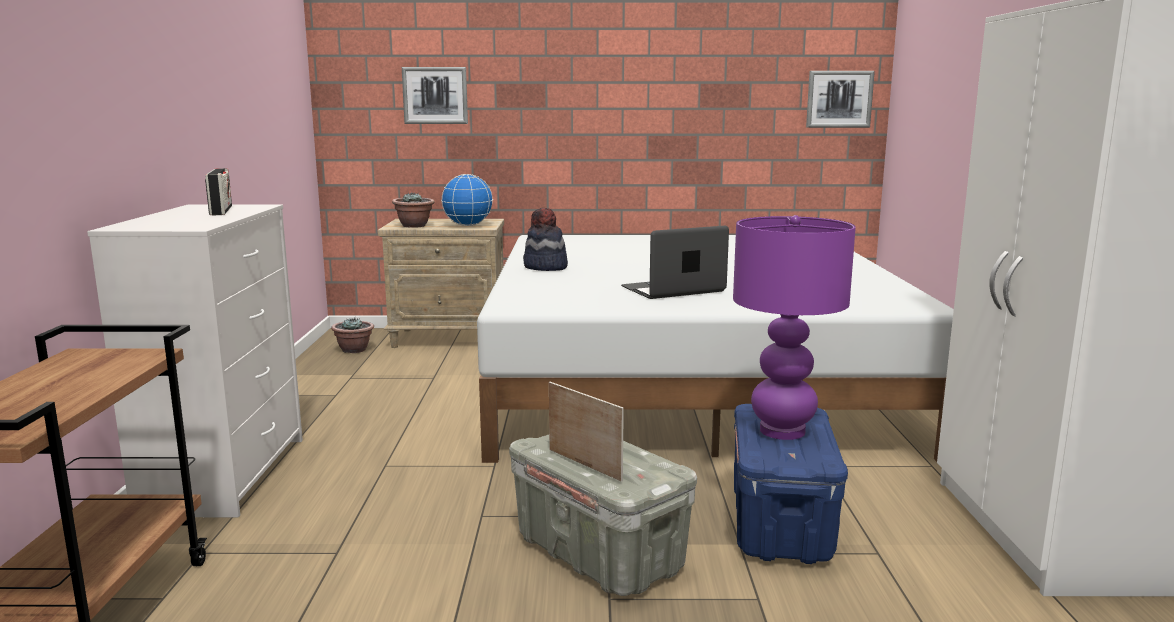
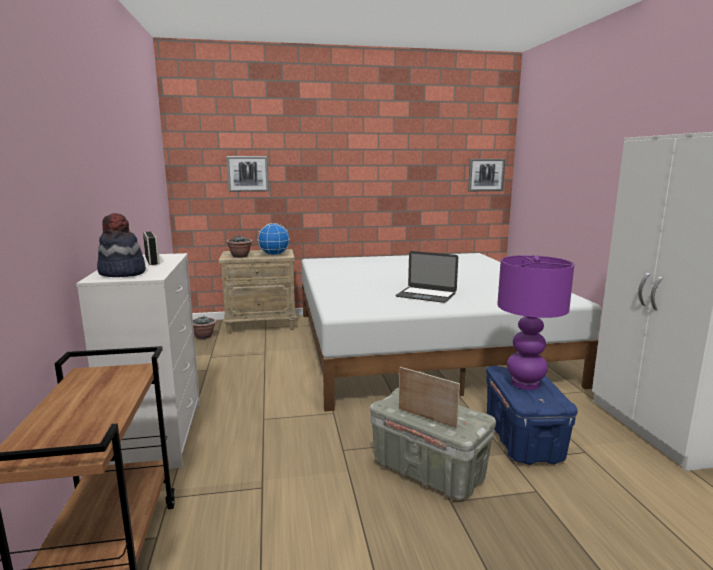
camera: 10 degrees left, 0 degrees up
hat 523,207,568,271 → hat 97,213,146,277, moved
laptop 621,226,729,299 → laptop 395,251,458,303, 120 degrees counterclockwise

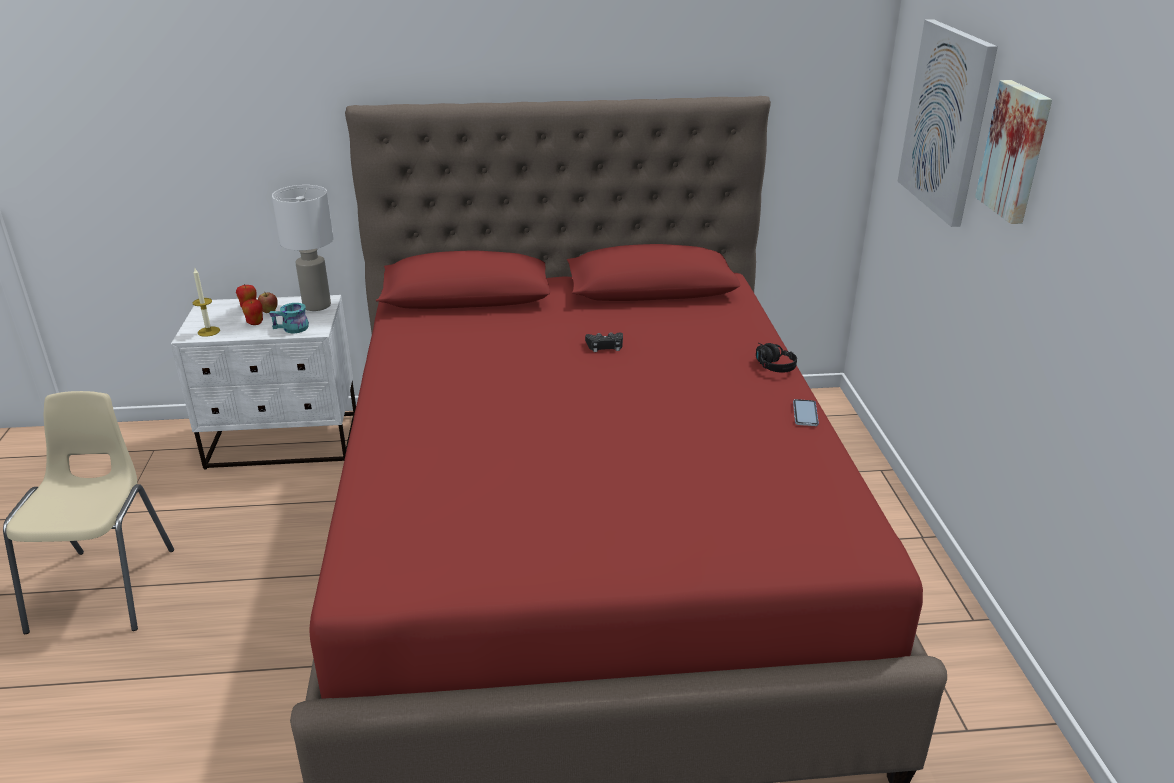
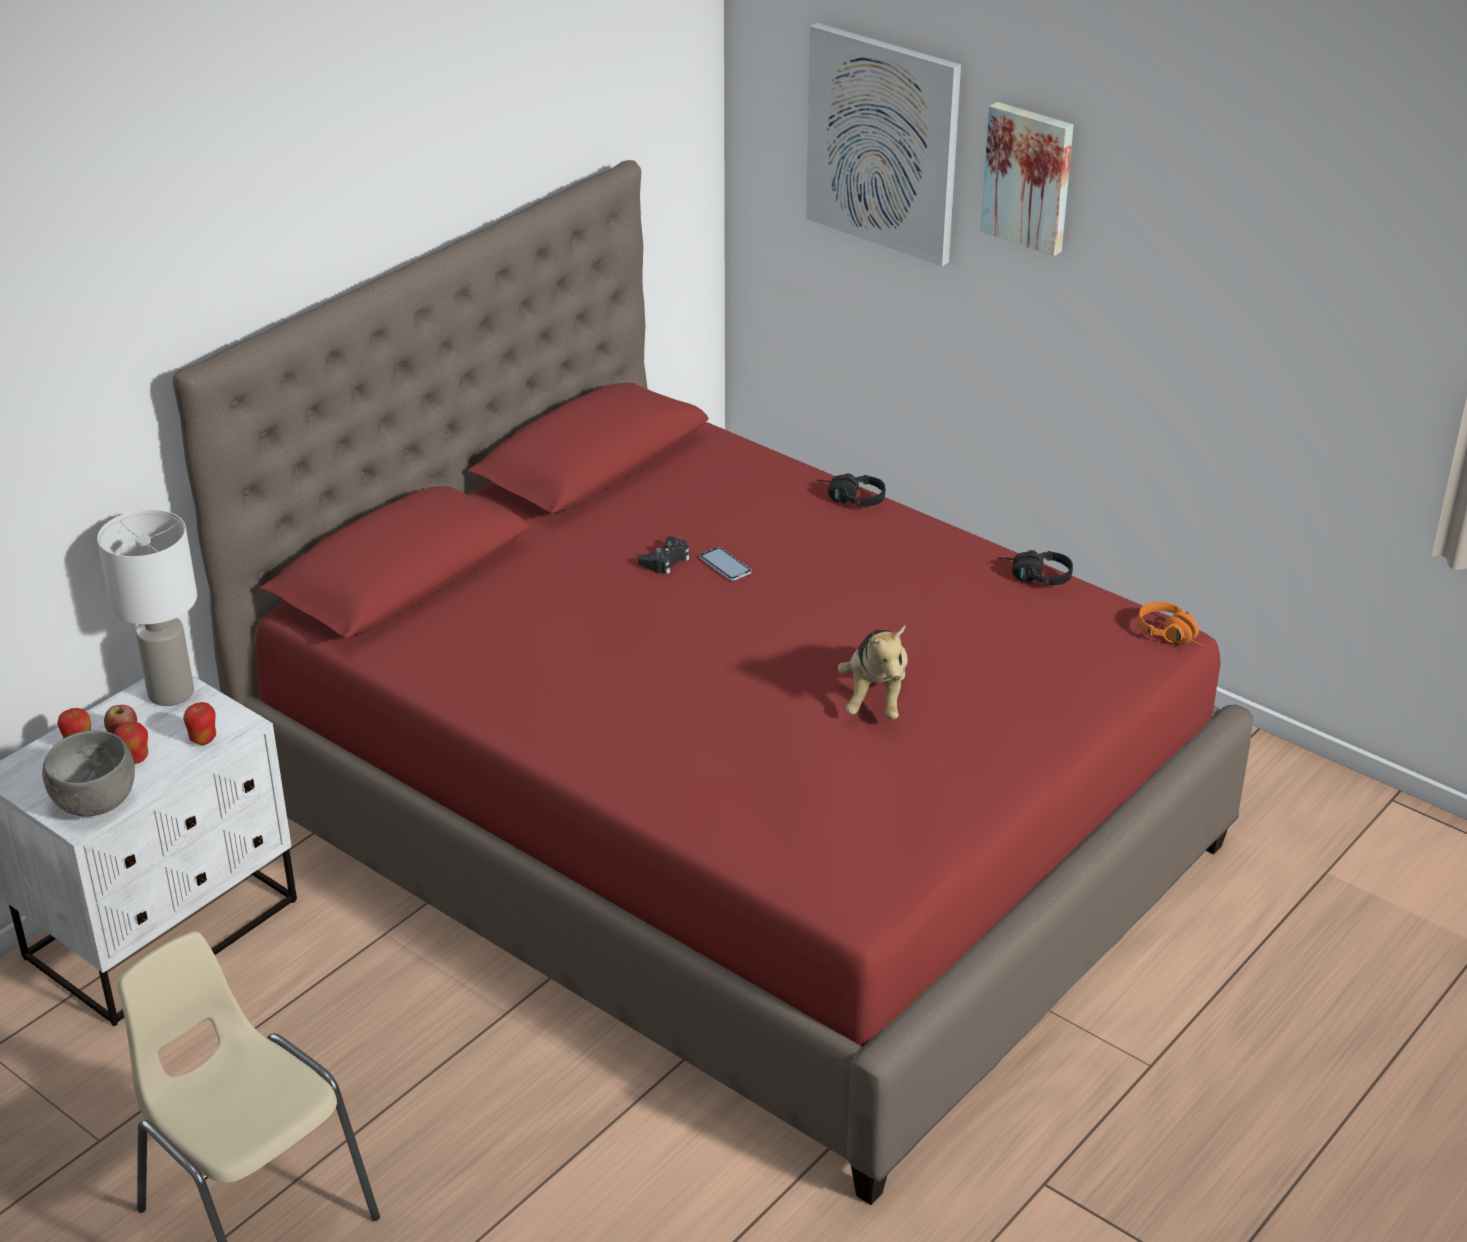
camera: 45 degrees left, 5 degrees up
candle 193,268,220,337 → bowl in grey 42,730,135,816
mug in turquoise 269,303,309,333 → apple 183,702,216,745
phone 793,399,819,426 → phone 699,547,751,581, moved
- → plush toy 838,626,908,720
- → headphones in black 998,550,1073,585
- → headphones in orange 1138,601,1203,646

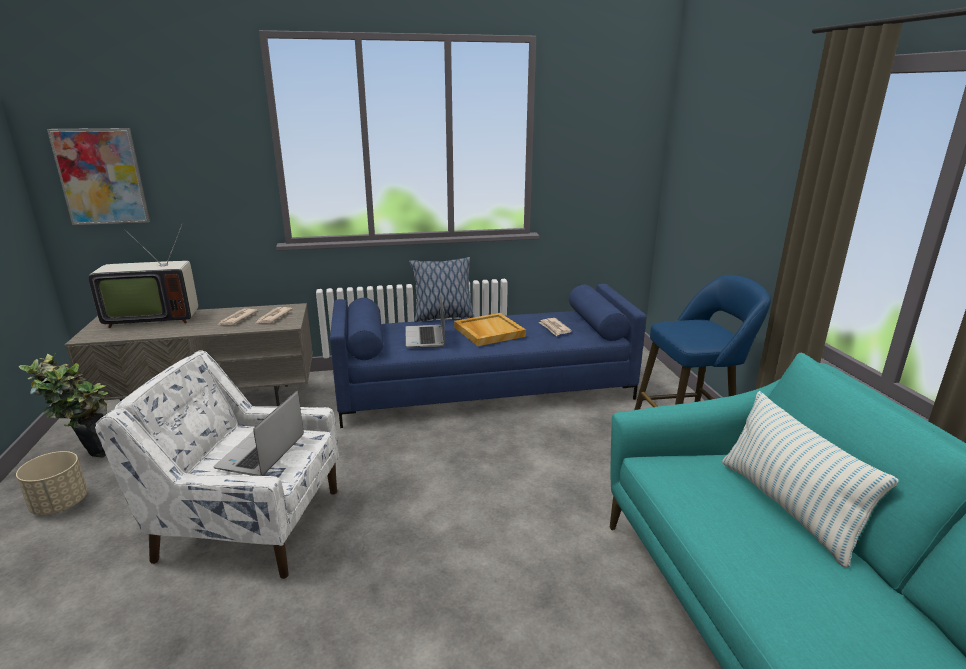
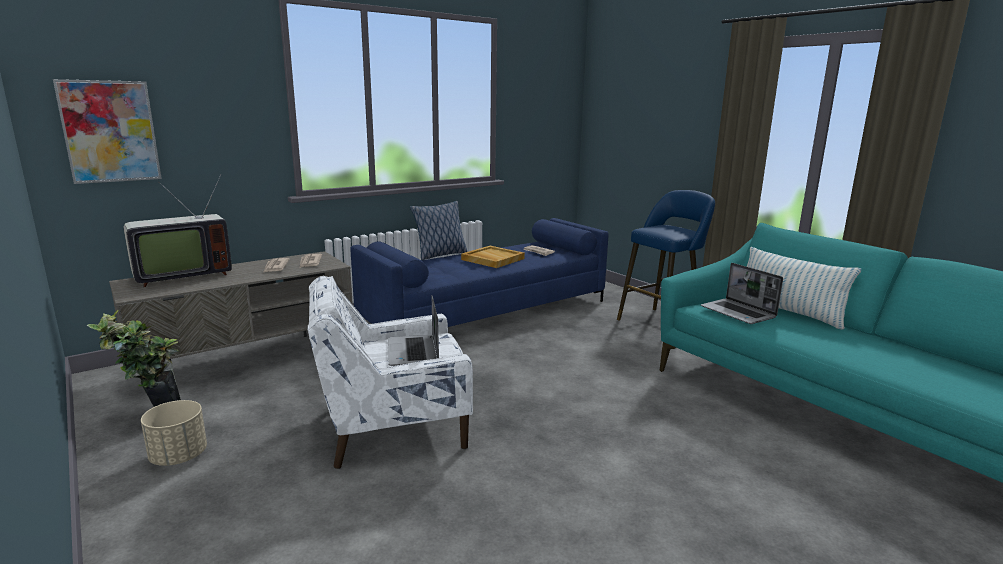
camera: 25 degrees left, 5 degrees down
laptop 406,293,445,348 → laptop 701,263,783,324, moved

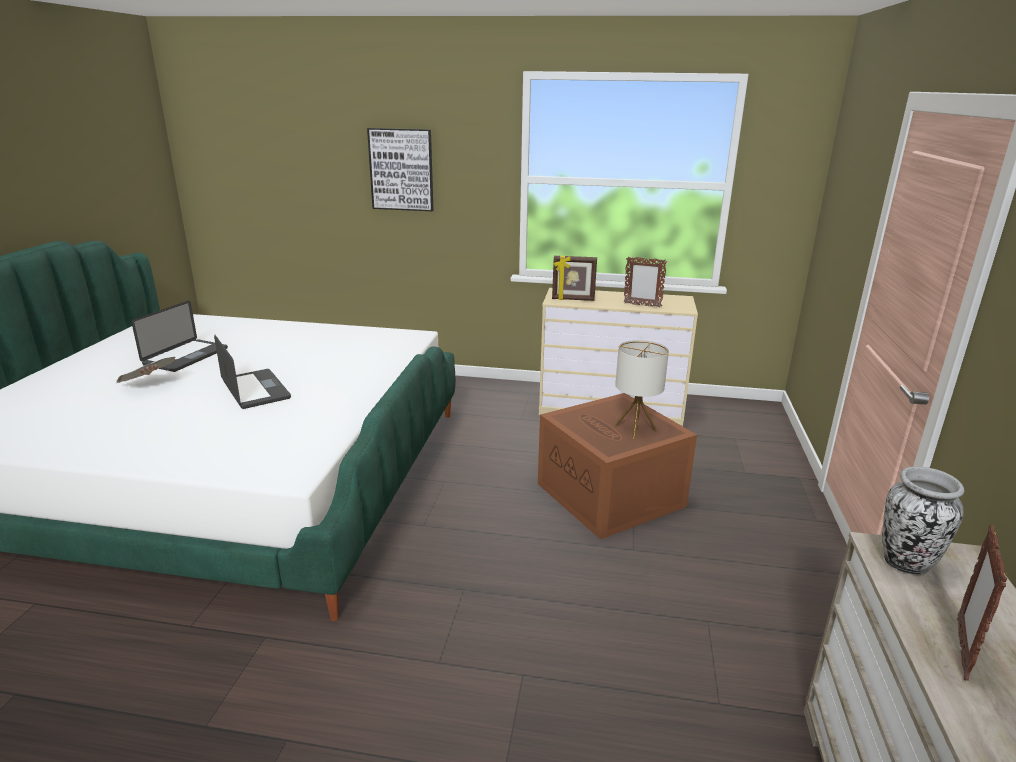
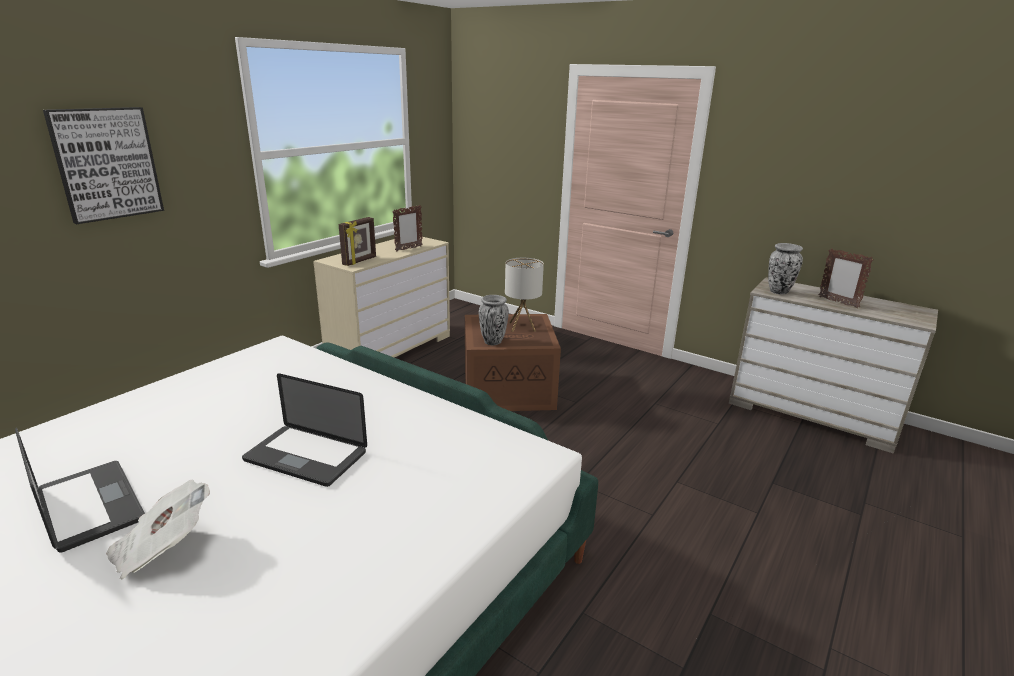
camera: 65 degrees left, 0 degrees up
laptop 214,335,291,409 → laptop 242,373,367,487, 150 degrees counterclockwise
- → vase 479,295,509,345

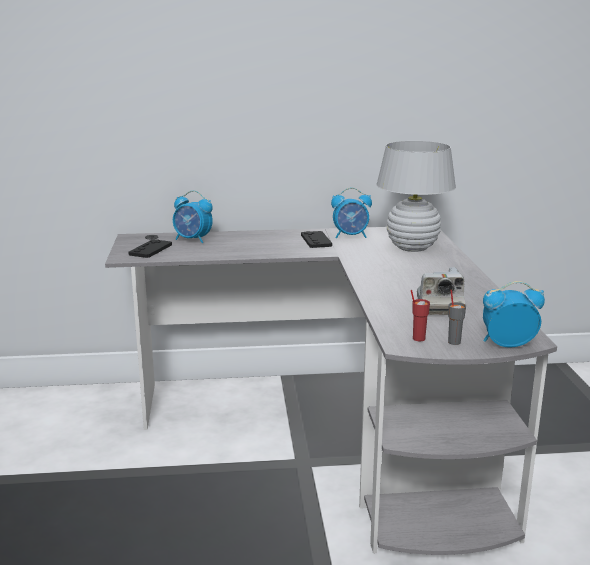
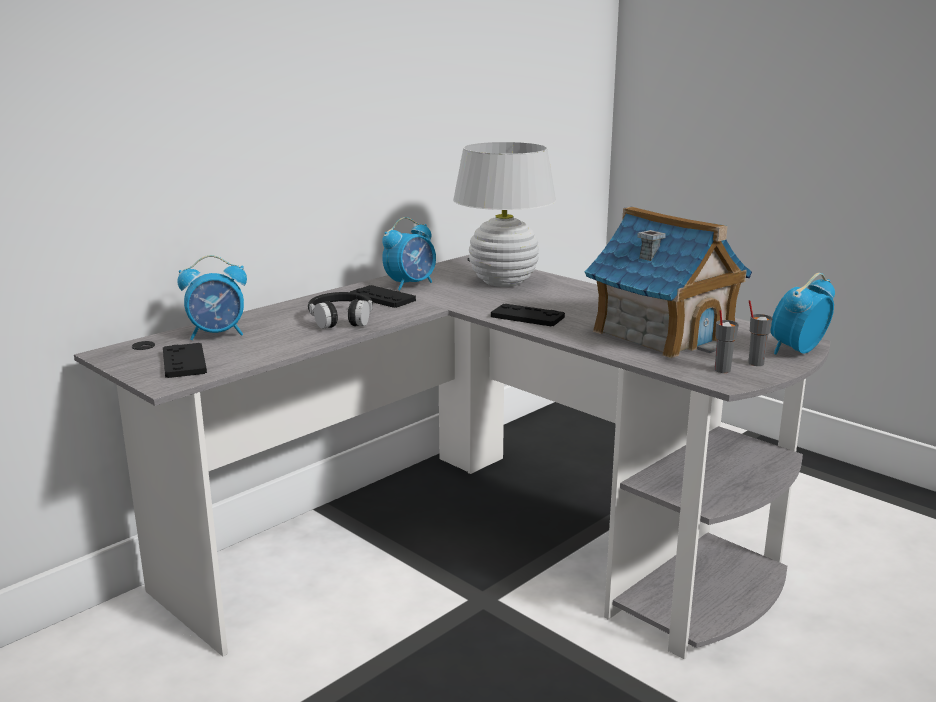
camera: 40 degrees left, 0 degrees up
- → headphones in black 308,292,373,329
- → game controller in black 491,304,565,326
photo camera 417,267,466,315 → toy house 585,207,752,358
cup in red 411,290,430,341 → cup in grey 715,310,739,373

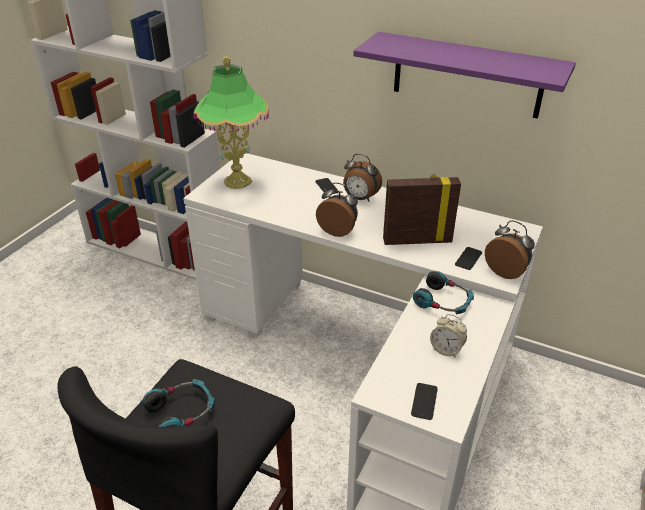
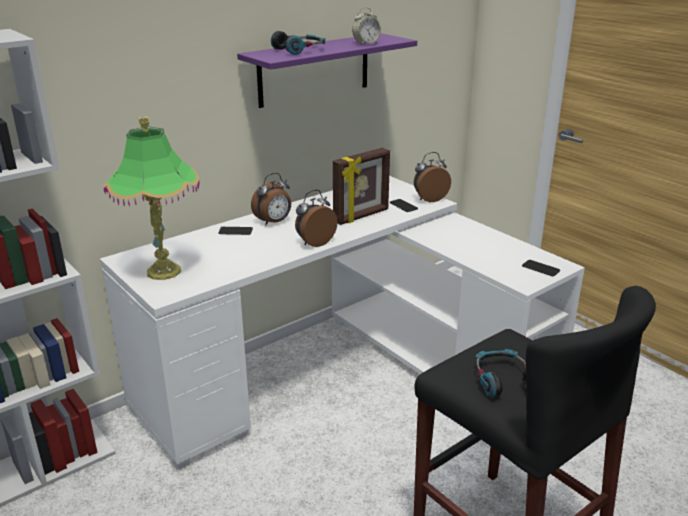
camera: 65 degrees left, 10 degrees down
headphones 413,271,474,314 → headphones 271,31,325,55, moved
picture frame 383,174,461,245 → picture frame 333,148,390,225, 150 degrees counterclockwise
alarm clock 430,314,467,358 → alarm clock 352,7,381,45, moved

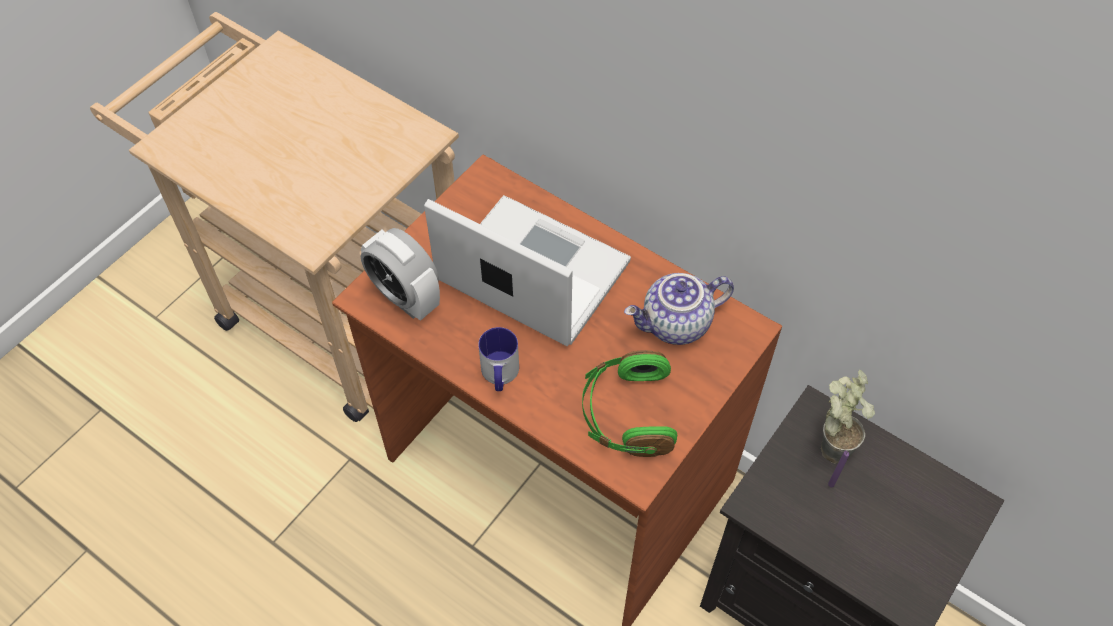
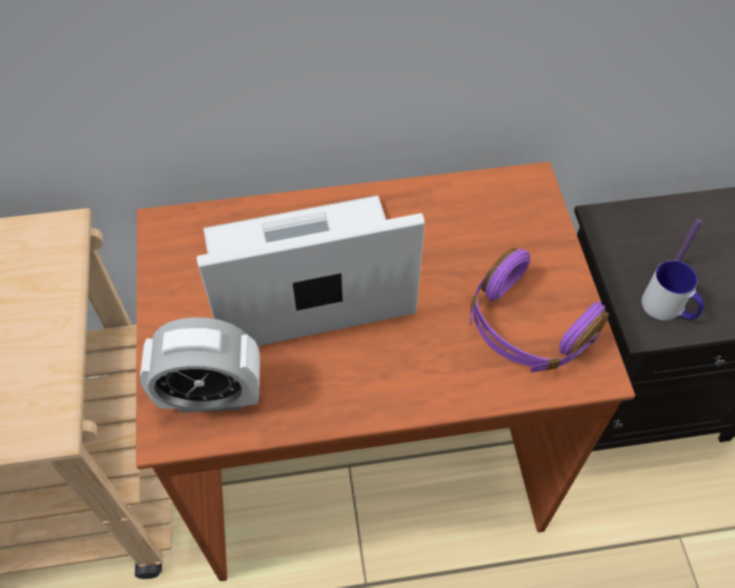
camera: 45 degrees left, 0 degrees up
headphones in green 582,350,677,457 → headphones in purple 470,248,609,372
mug 478,327,519,391 → mug 642,260,704,321, moved
teapot 624,273,734,345 → -
potted plant 821,370,875,464 → -

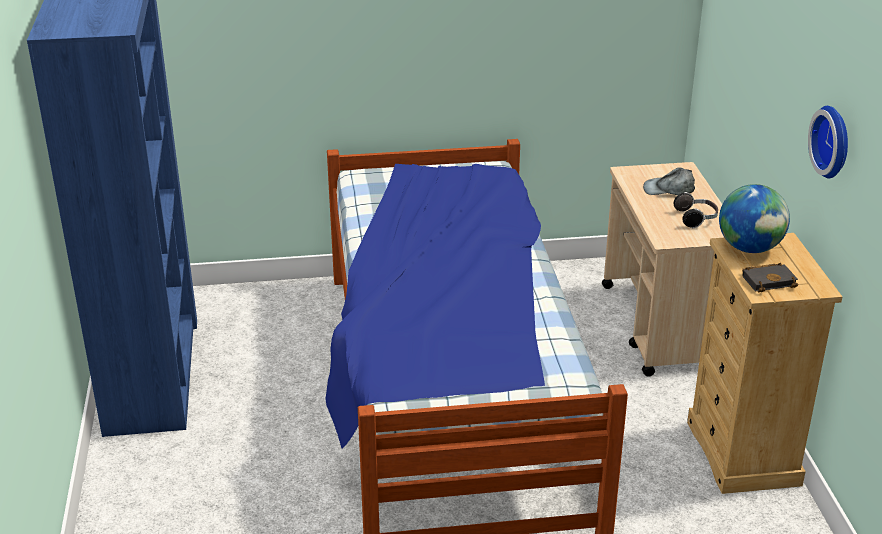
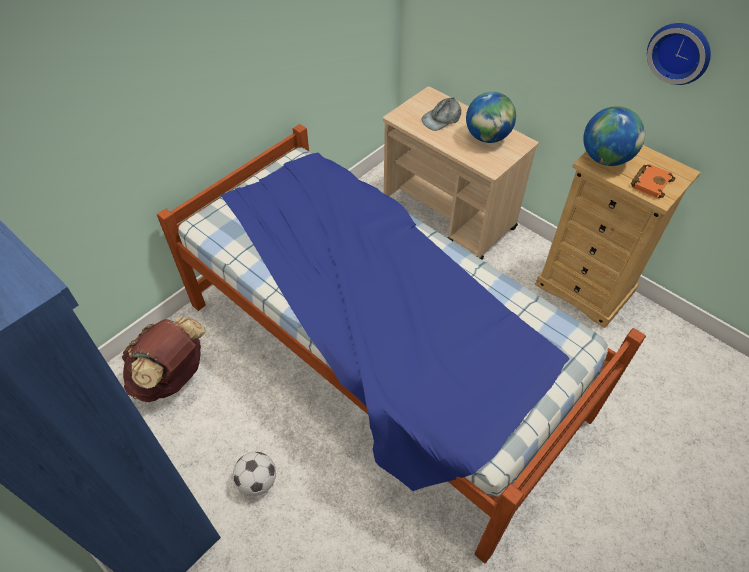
camera: 40 degrees left, 20 degrees up
- → backpack in brown 122,317,206,402
- → football 233,452,276,496
headphones 674,192,718,228 → globe 466,92,516,143
book in black 742,263,798,293 → book in orange 631,164,675,198

